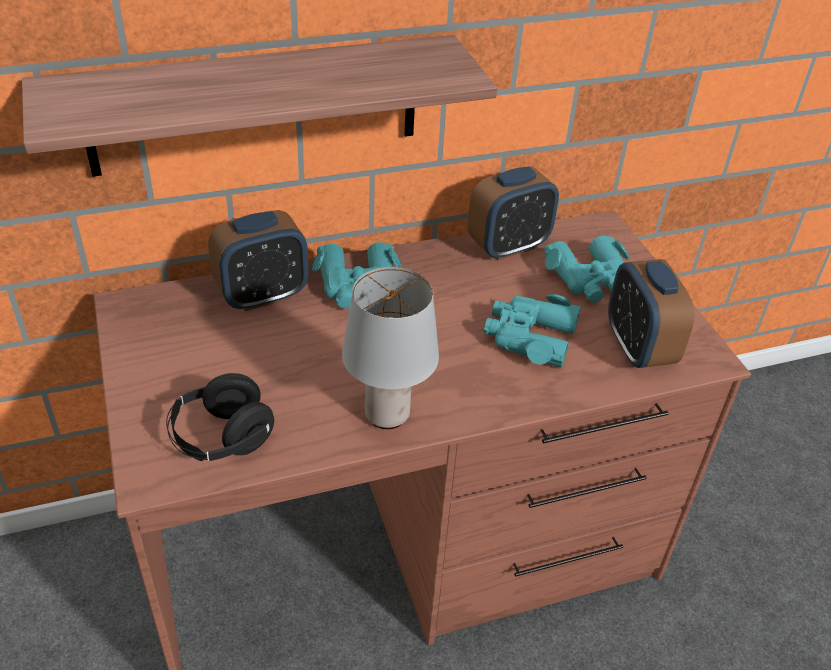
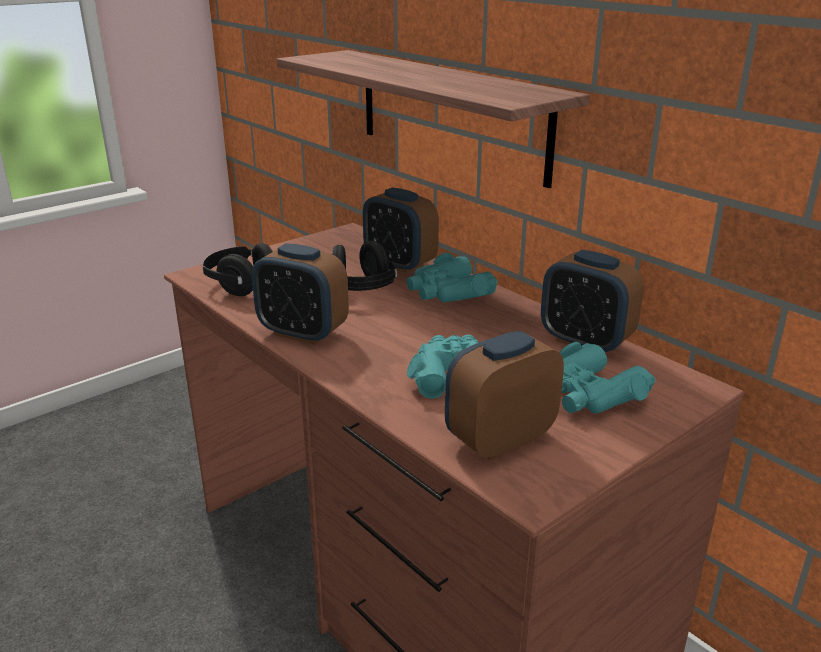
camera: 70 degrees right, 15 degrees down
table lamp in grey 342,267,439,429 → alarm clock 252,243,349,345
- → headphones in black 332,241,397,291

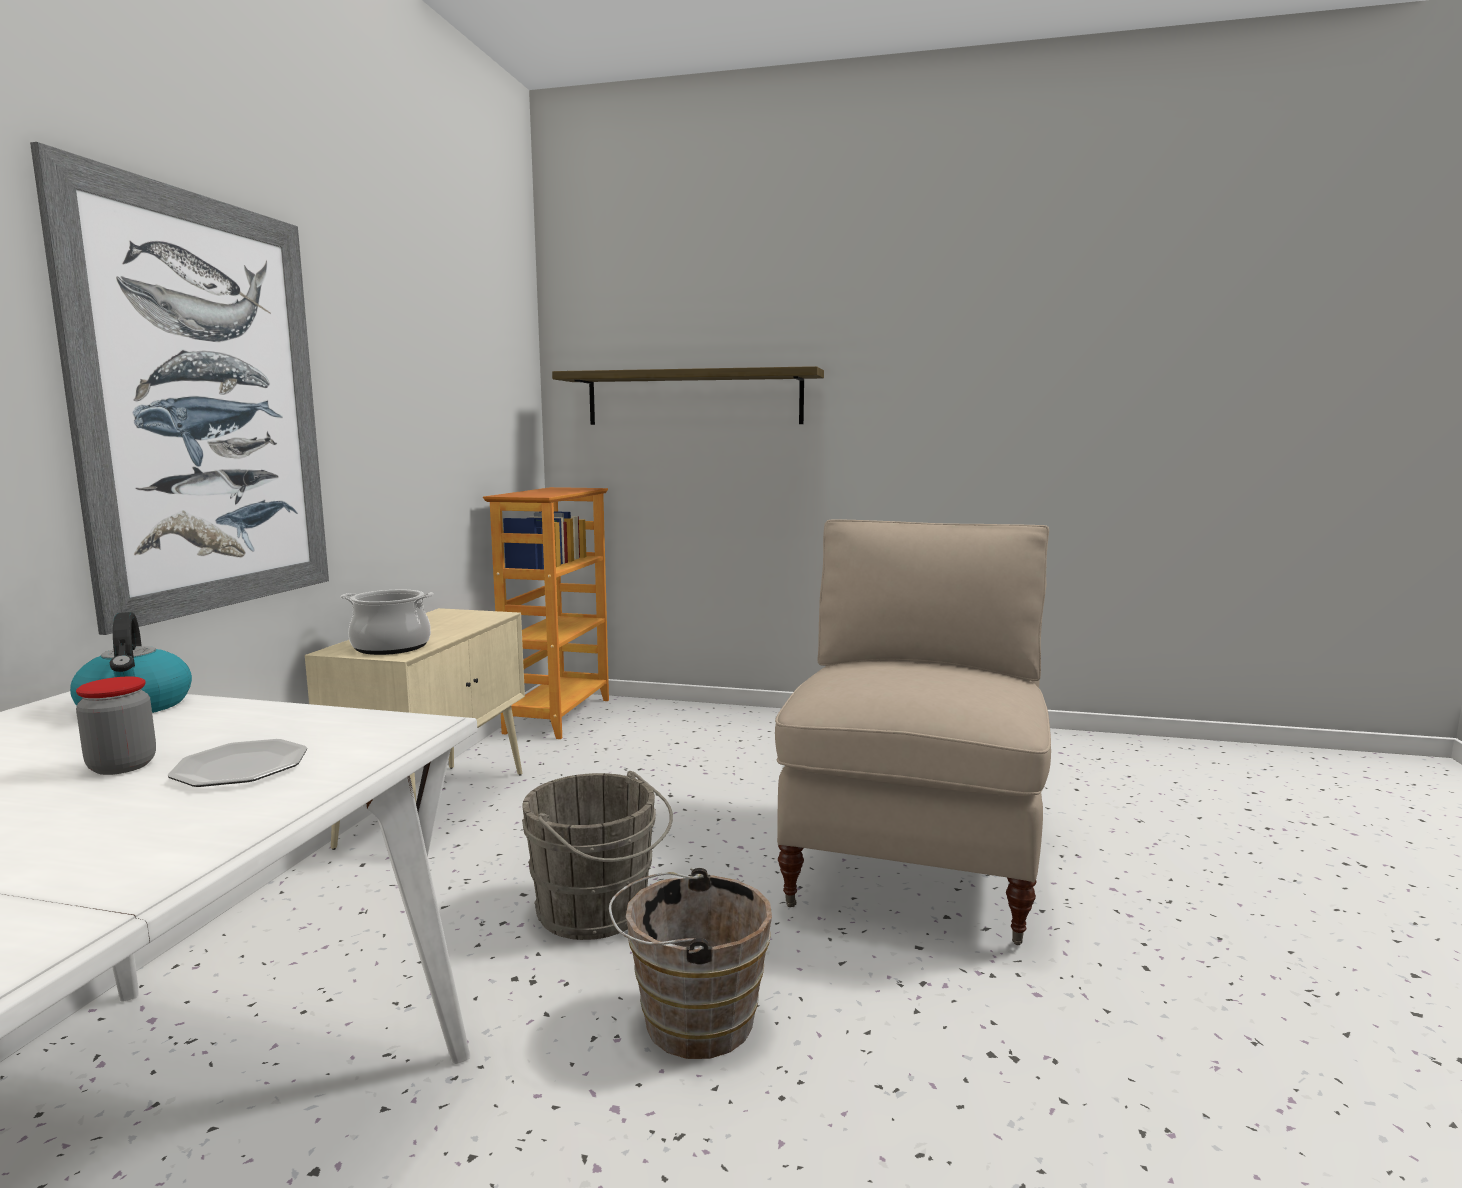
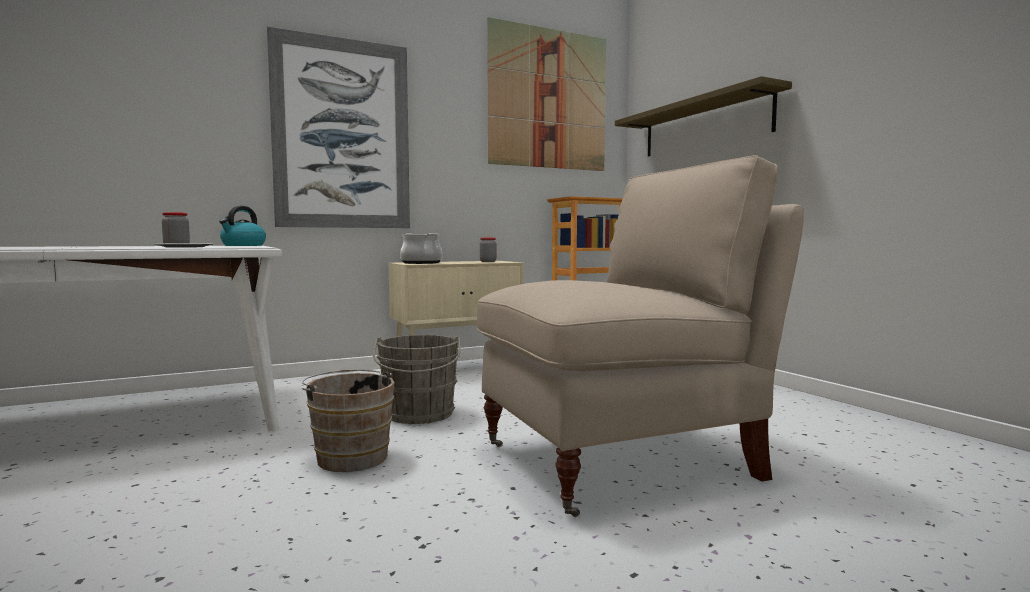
camera: 50 degrees right, 5 degrees down
- → jar 480,238,496,262
- → picture 487,17,606,171

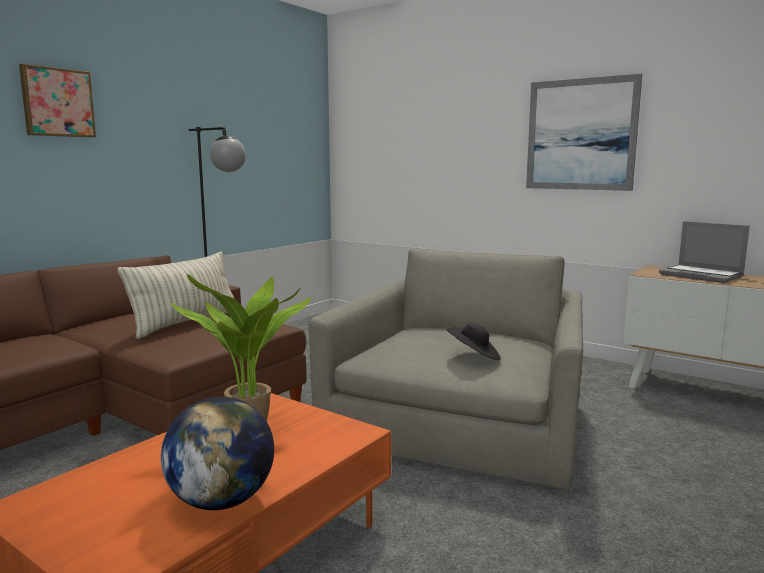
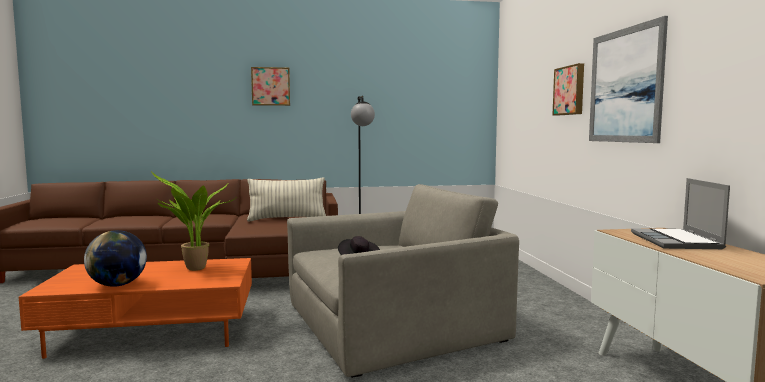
camera: 45 degrees right, 5 degrees down
- → picture 552,63,584,116

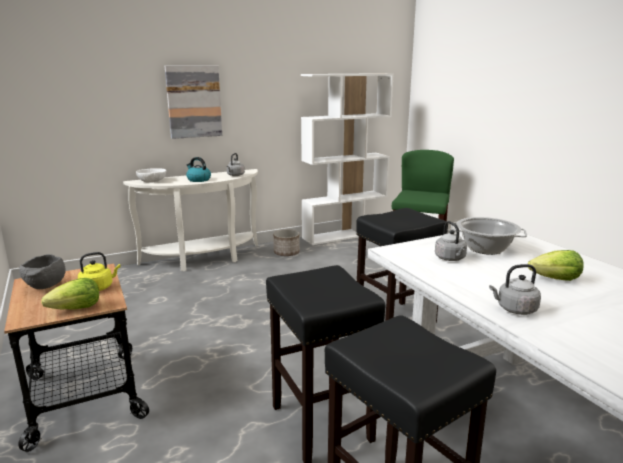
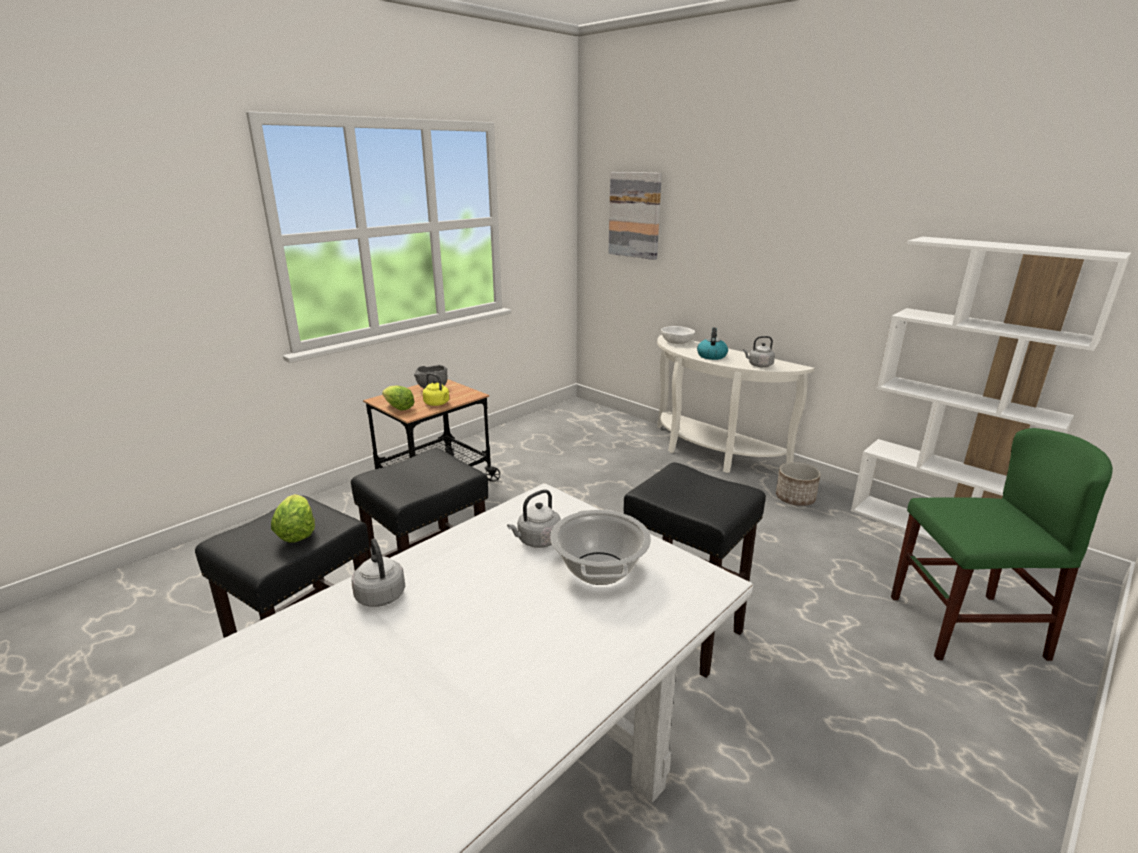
camera: 70 degrees right, 5 degrees up
lettuce 528,250,584,281 → lettuce 271,494,315,543, moved
picture 165,66,222,139 → picture 608,172,662,260, moved

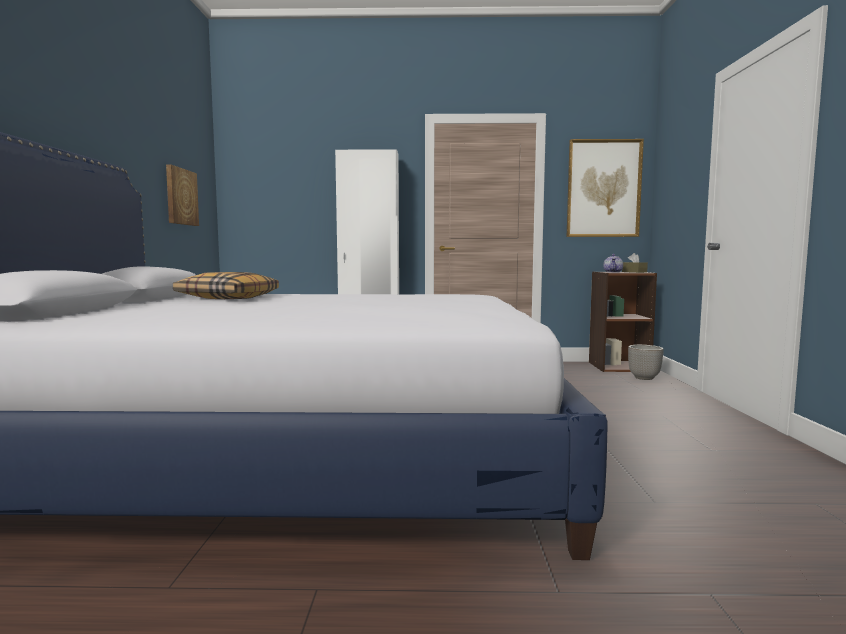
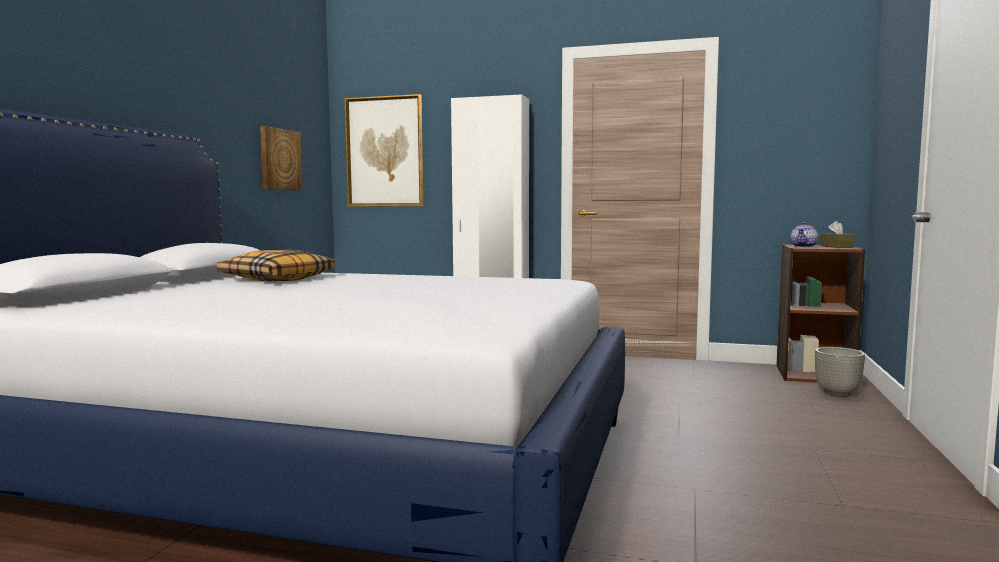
camera: 15 degrees right, 0 degrees up
picture 567,139,644,237 → picture 344,94,423,207, moved

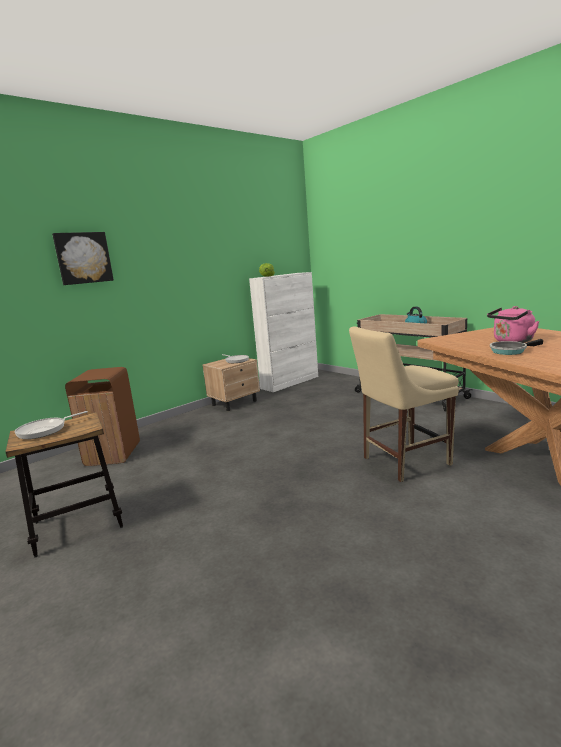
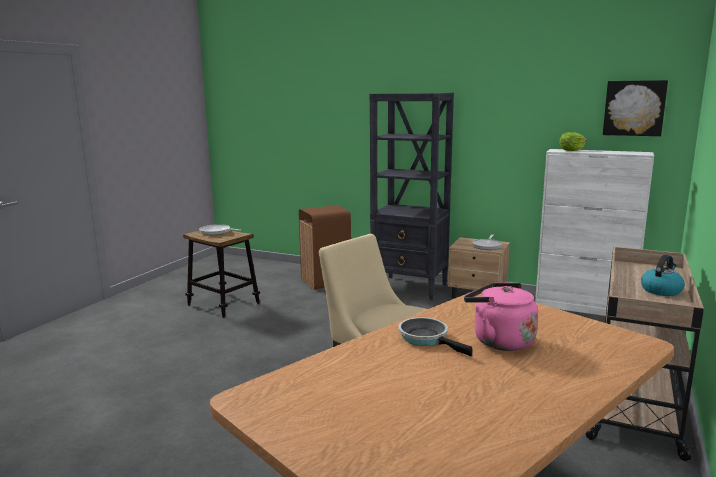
camera: 65 degrees right, 0 degrees up
- → bookcase in black 369,93,454,300
picture 52,232,114,285 → picture 603,80,668,136, moved

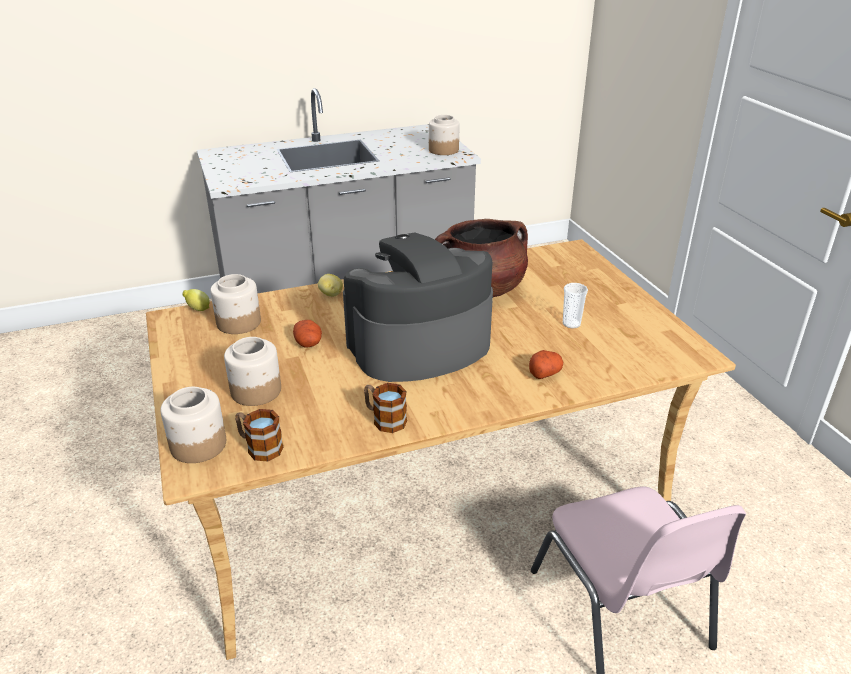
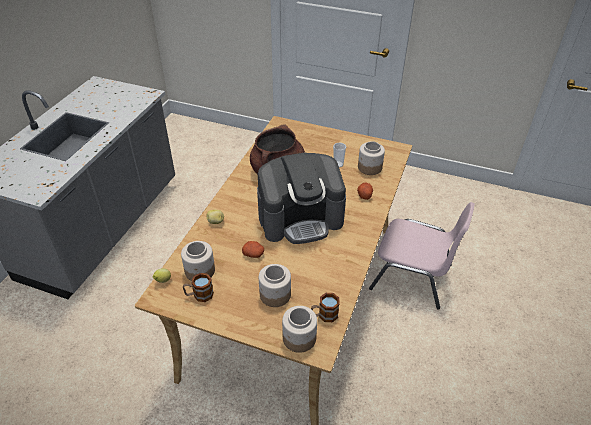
camera: 50 degrees left, 10 degrees up
mug 364,383,407,433 → mug 183,273,214,302, moved
coffee machine 343,233,493,382 → coffee machine 257,152,346,244, 120 degrees counterclockwise
jar 429,115,460,155 → jar 358,141,385,175, moved

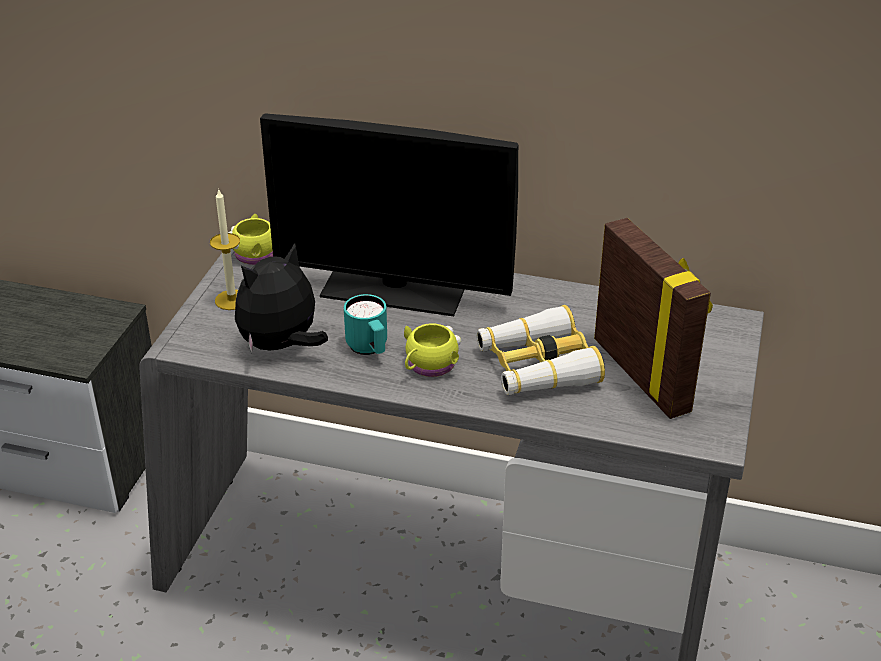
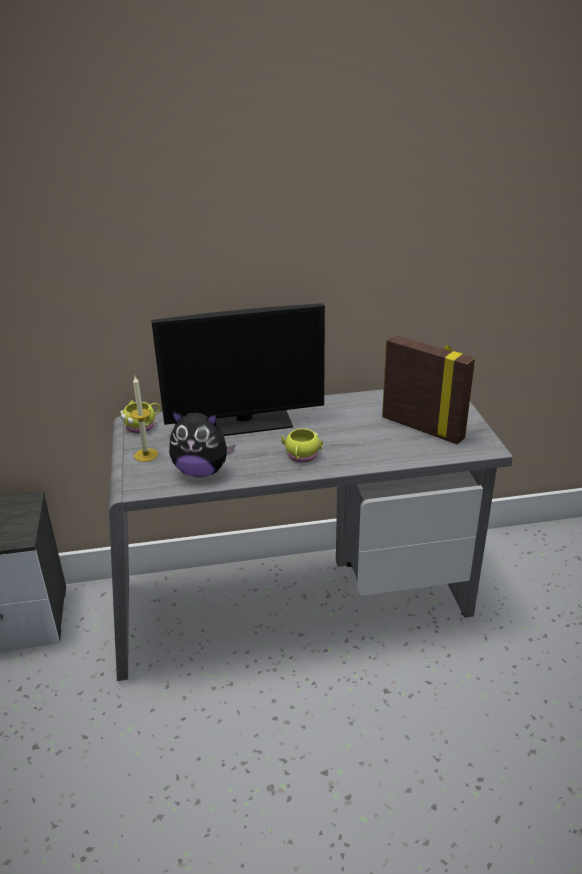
camera: 25 degrees left, 5 degrees down
plush toy 235,243,328,353 → plush toy 169,410,235,477, 105 degrees counterclockwise
mug in turquoise 344,294,387,355 → -
binoculars 476,305,605,395 → -

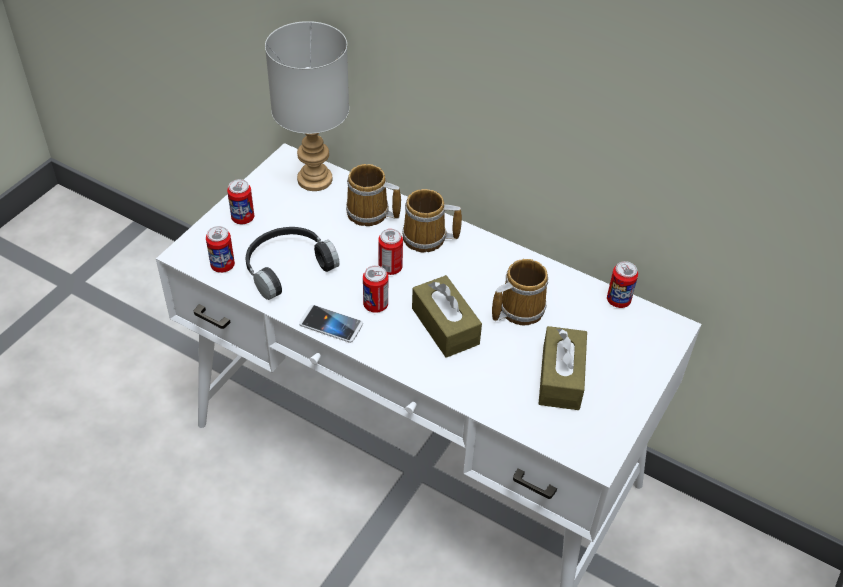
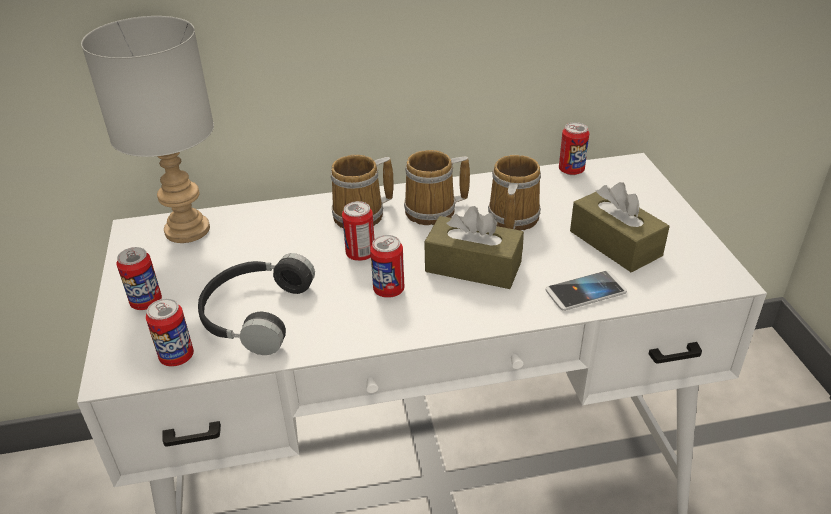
camera: 40 degrees left, 10 degrees down
mug 346,164,401,226 → mug 404,150,470,225, moved
phone 299,305,363,343 → phone 546,270,627,311, moved

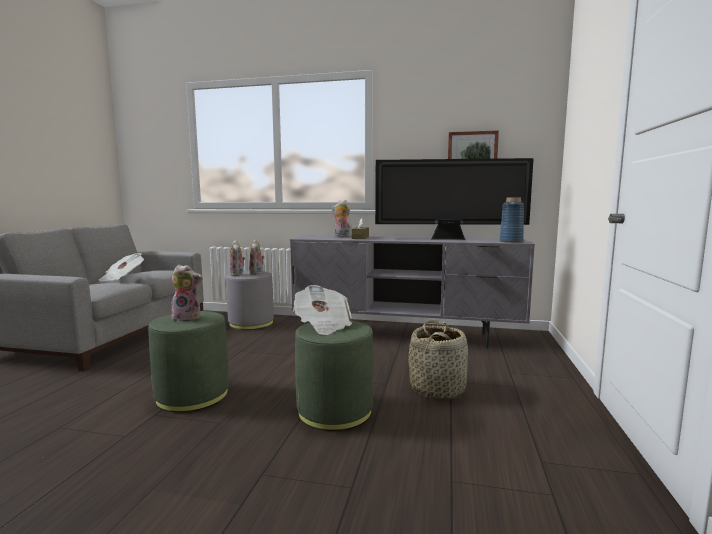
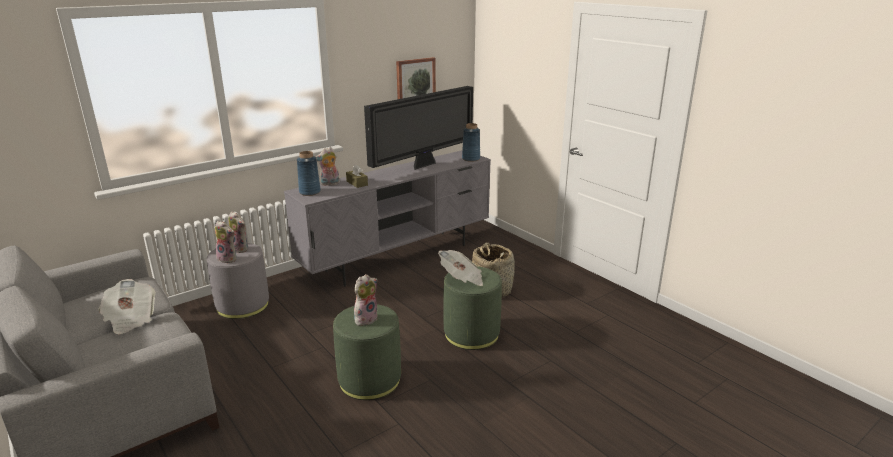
camera: 50 degrees left, 15 degrees up
- → vase in blue 297,151,321,196

